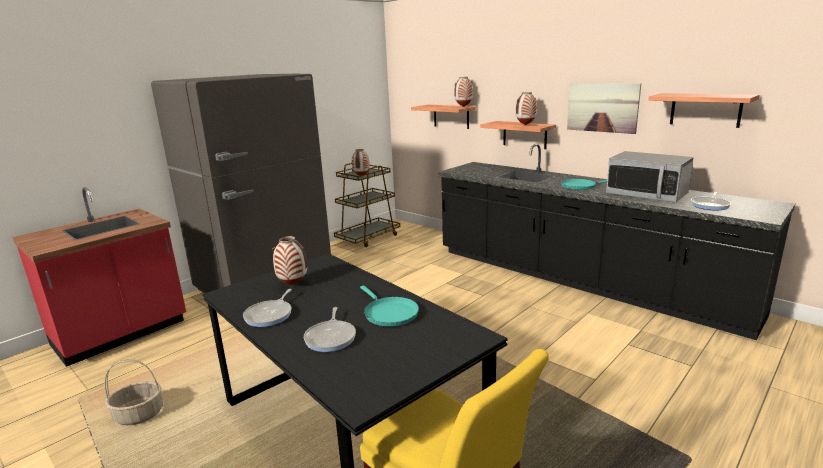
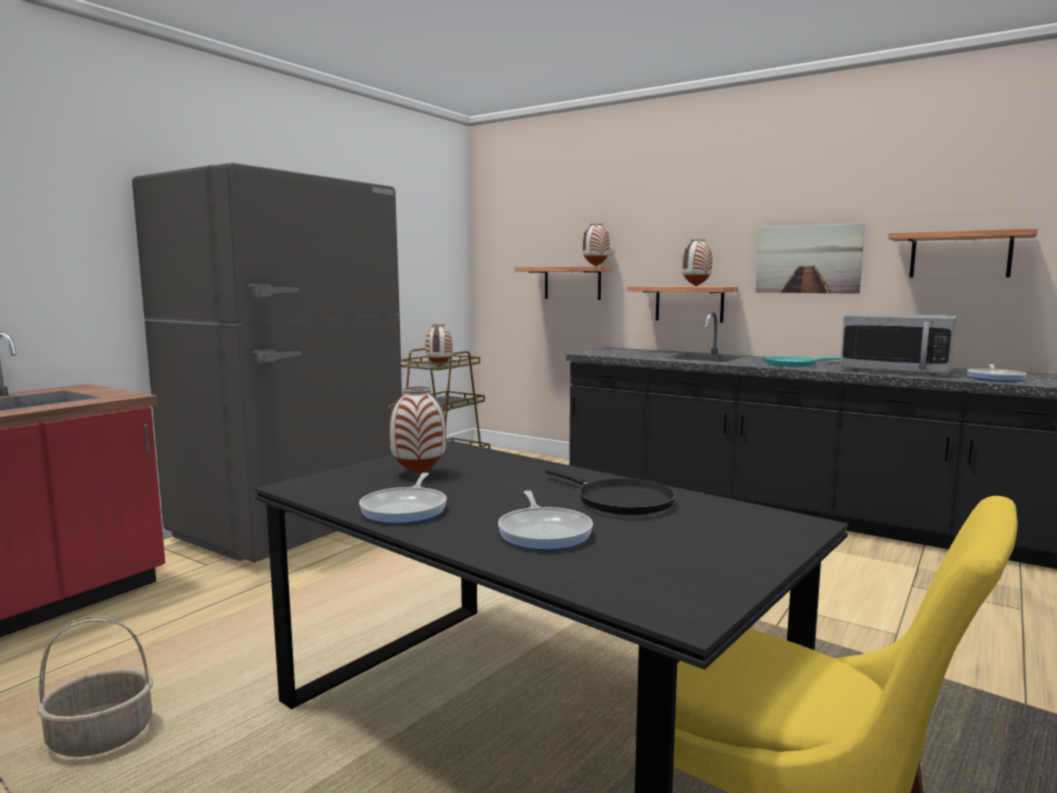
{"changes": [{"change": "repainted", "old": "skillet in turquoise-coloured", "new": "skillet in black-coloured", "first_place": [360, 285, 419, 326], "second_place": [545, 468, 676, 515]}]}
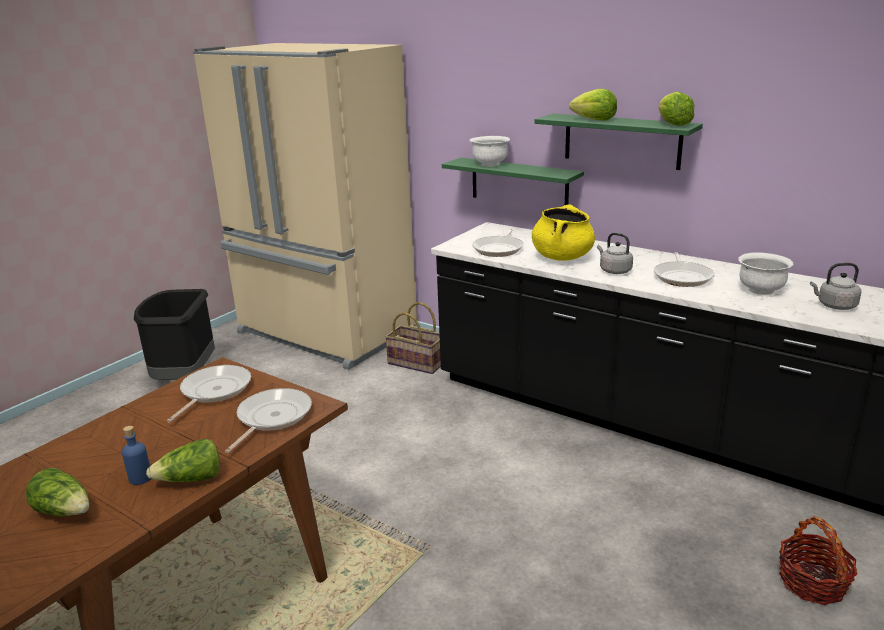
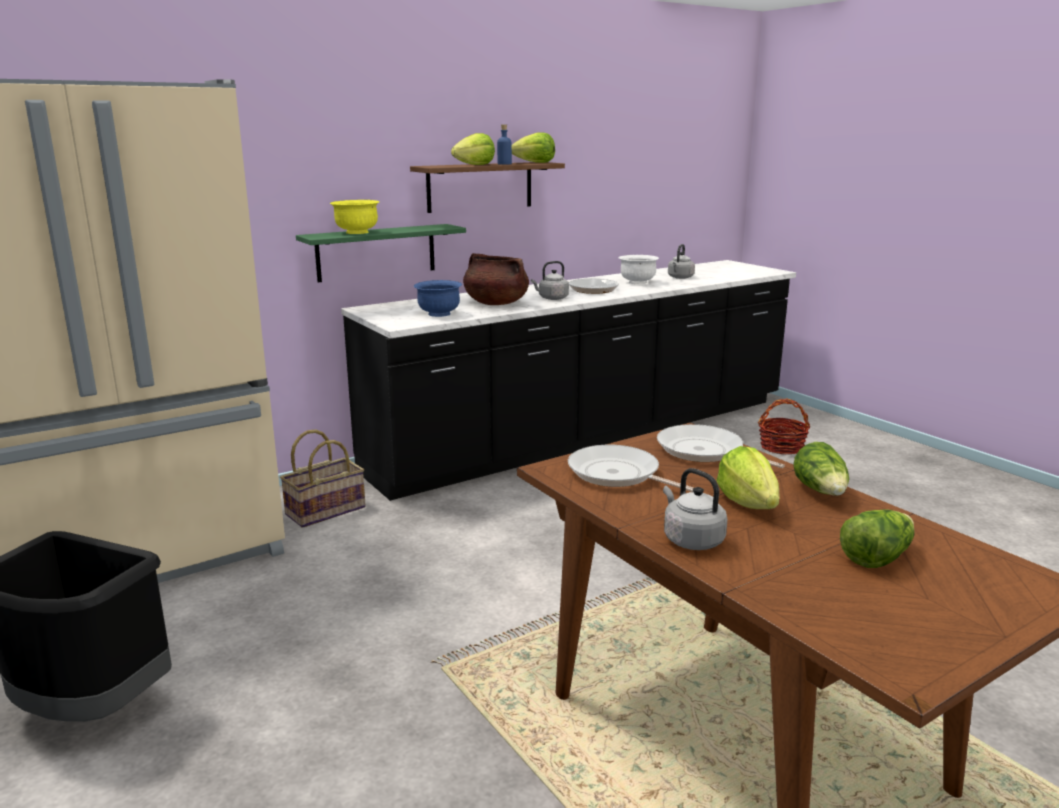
{"changes": [{"change": "new", "new": "kettle in greyish", "second_place": [663, 468, 727, 550]}, {"change": "new", "new": "lettuce head", "second_place": [716, 446, 780, 509]}, {"change": "shifted", "old": "drink bottle in blue-coloured", "first_place": [122, 426, 150, 485], "second_place": [497, 124, 512, 165]}, {"change": "swapped", "old": "skillet", "new": "serving bowl in blue-coloured", "first_place": [472, 229, 524, 257], "second_place": [414, 280, 462, 317]}, {"change": "repainted", "old": "serving bowl in white-coloured", "new": "serving bowl in yellow", "first_place": [469, 136, 510, 167], "second_place": [330, 200, 379, 234]}, {"change": "repainted", "old": "cooking pot in yellow", "new": "cooking pot in brown", "first_place": [532, 204, 595, 261], "second_place": [463, 253, 529, 305]}, {"change": "repainted", "old": "bracket shelf in greenish", "new": "bracket shelf in brown", "first_place": [534, 113, 703, 170], "second_place": [410, 162, 565, 213]}]}
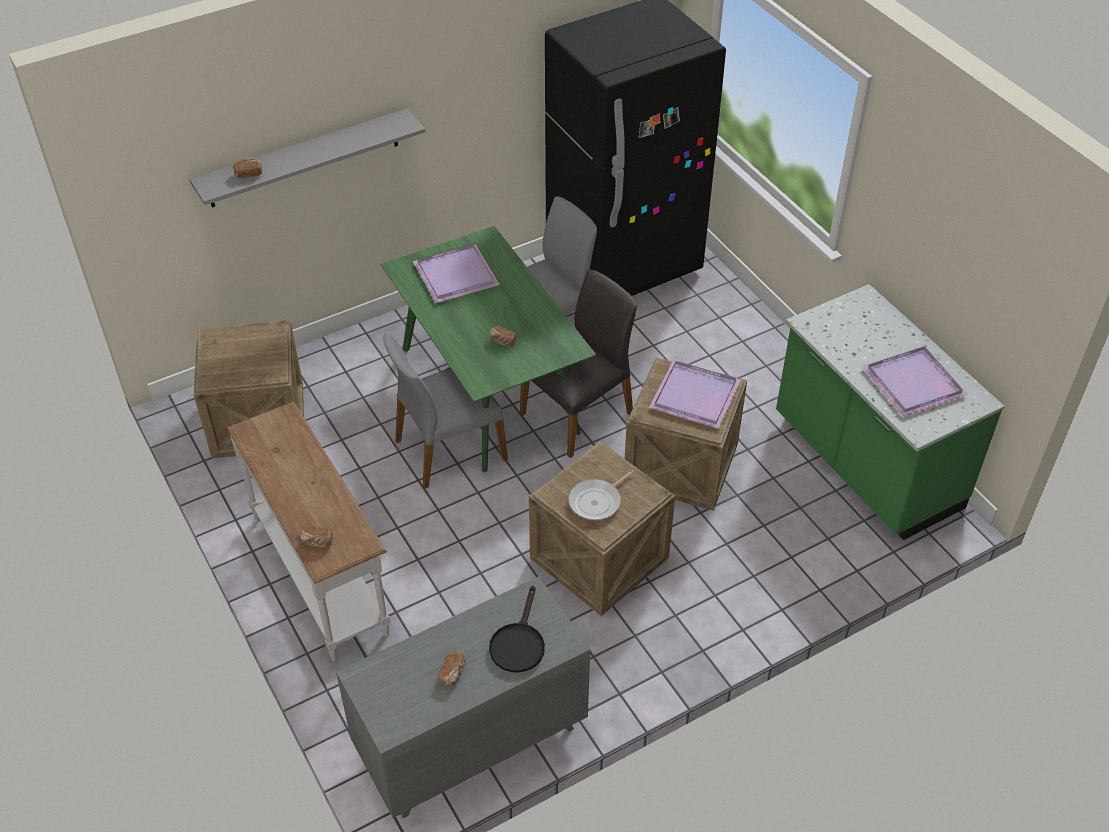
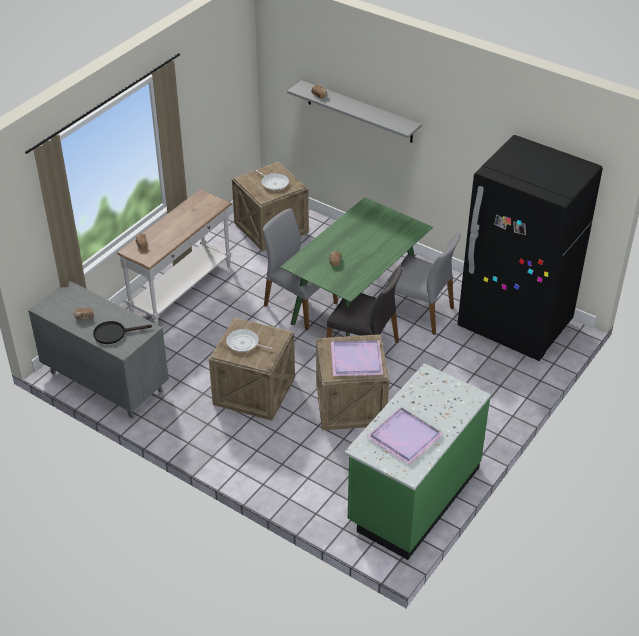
{"changes": [{"change": "gone", "old": "carrying tray in purple", "first_place": [413, 244, 500, 303]}, {"change": "new", "new": "skillet", "second_place": [254, 170, 289, 191]}]}
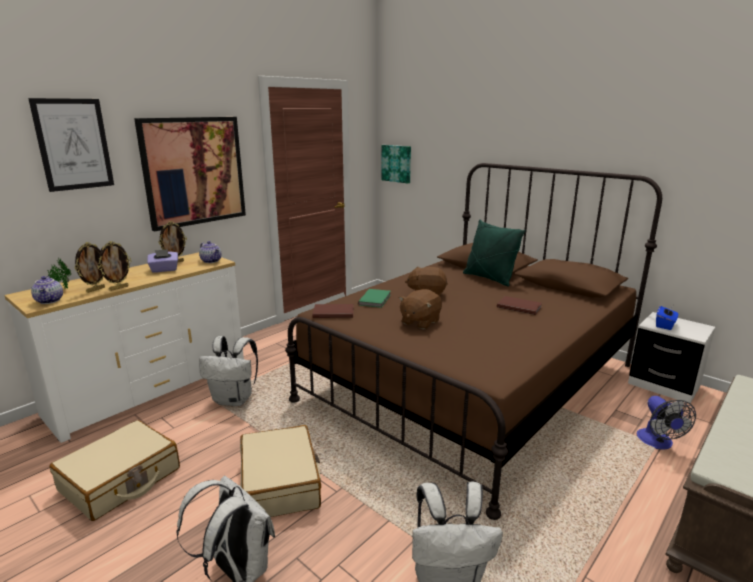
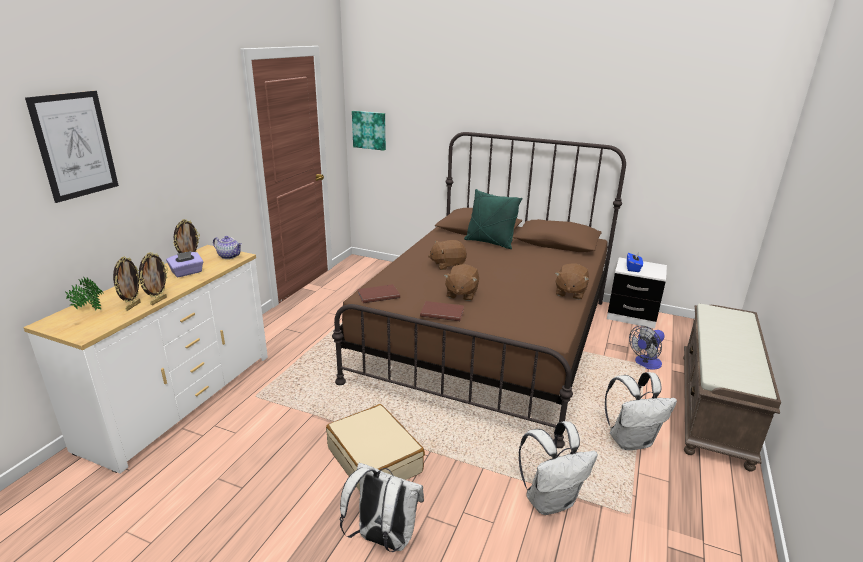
{"changes": [{"change": "gone", "old": "teapot", "first_place": [31, 276, 63, 304]}, {"change": "gone", "old": "suitcase in beige-coloured", "first_place": [49, 420, 180, 521]}, {"change": "gone", "old": "picture", "first_place": [134, 117, 246, 231]}, {"change": "gone", "old": "bound book in greenish", "first_place": [358, 289, 391, 308]}, {"change": "new", "new": "cuddly toy in brown", "second_place": [555, 263, 589, 300]}, {"change": "shifted", "old": "rucksack in white-coloured", "first_place": [199, 336, 258, 406], "second_place": [605, 372, 677, 450]}, {"change": "shifted", "old": "bound book in brown", "first_place": [497, 296, 542, 315], "second_place": [420, 301, 464, 321]}, {"change": "rotated", "old": "fan", "first_place": [637, 396, 696, 450], "second_place": [629, 326, 665, 370], "degrees": 75}]}
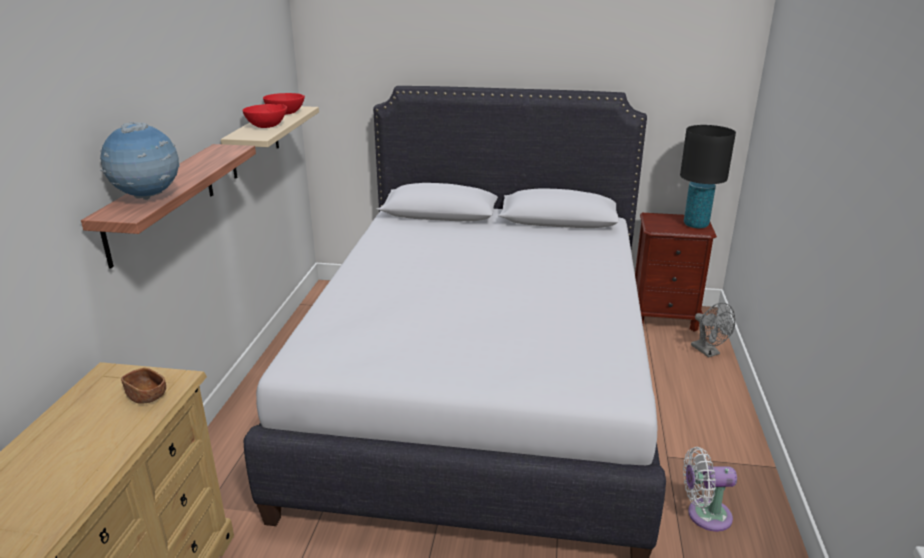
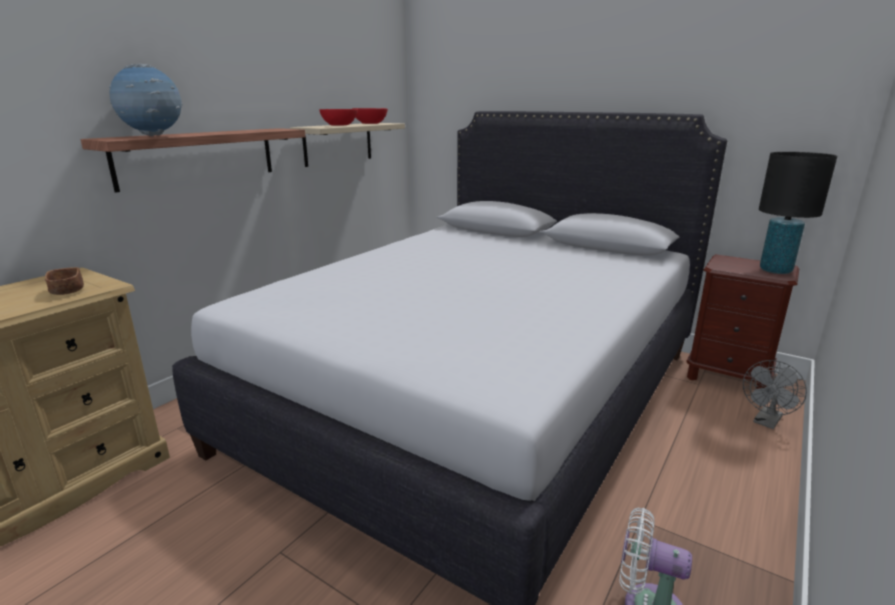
{"changes": [{"change": "rotated", "old": "fan in greyish", "first_place": [691, 303, 735, 357], "second_place": [743, 360, 807, 429], "degrees": 45}]}
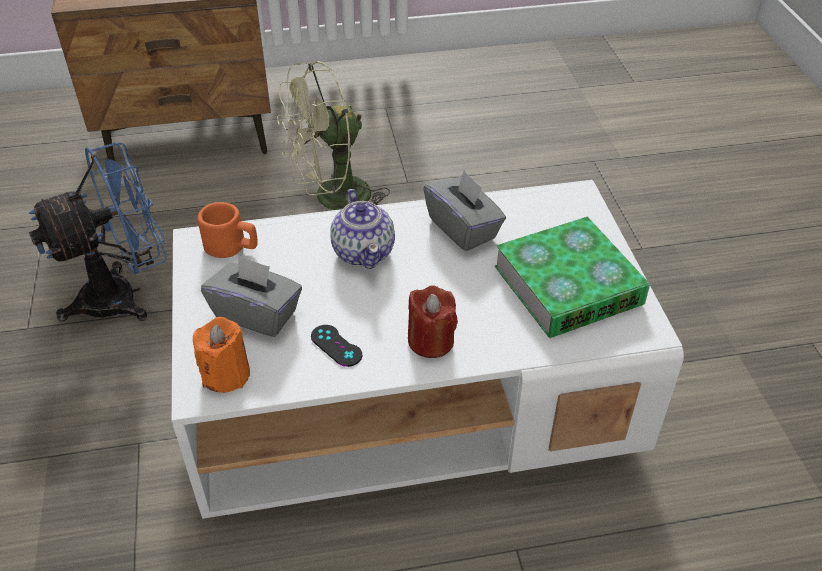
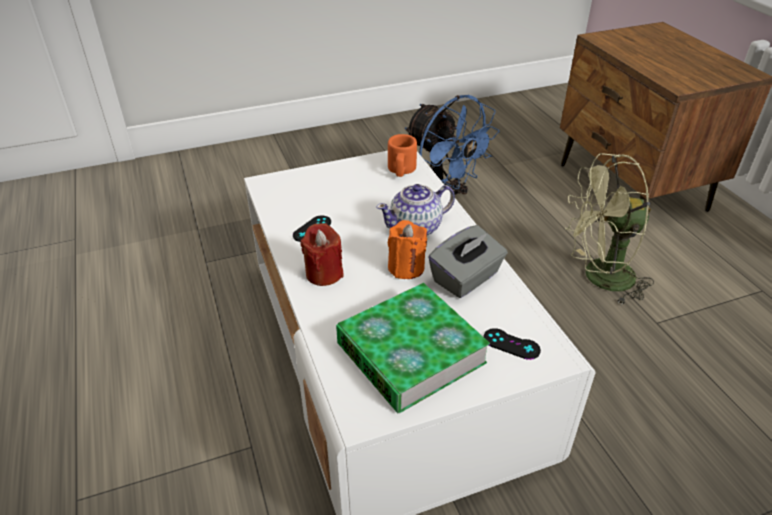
{"changes": [{"change": "gone", "old": "tissue holder in greyish", "first_place": [201, 255, 302, 337]}, {"change": "new", "new": "game controller in black-coloured", "second_place": [483, 328, 541, 360]}, {"change": "shifted", "old": "wax candle in orangey", "first_place": [193, 317, 250, 393], "second_place": [388, 220, 427, 279]}, {"change": "rotated", "old": "fan in greenish", "first_place": [277, 61, 390, 210], "second_place": [565, 153, 654, 305], "degrees": -60}]}
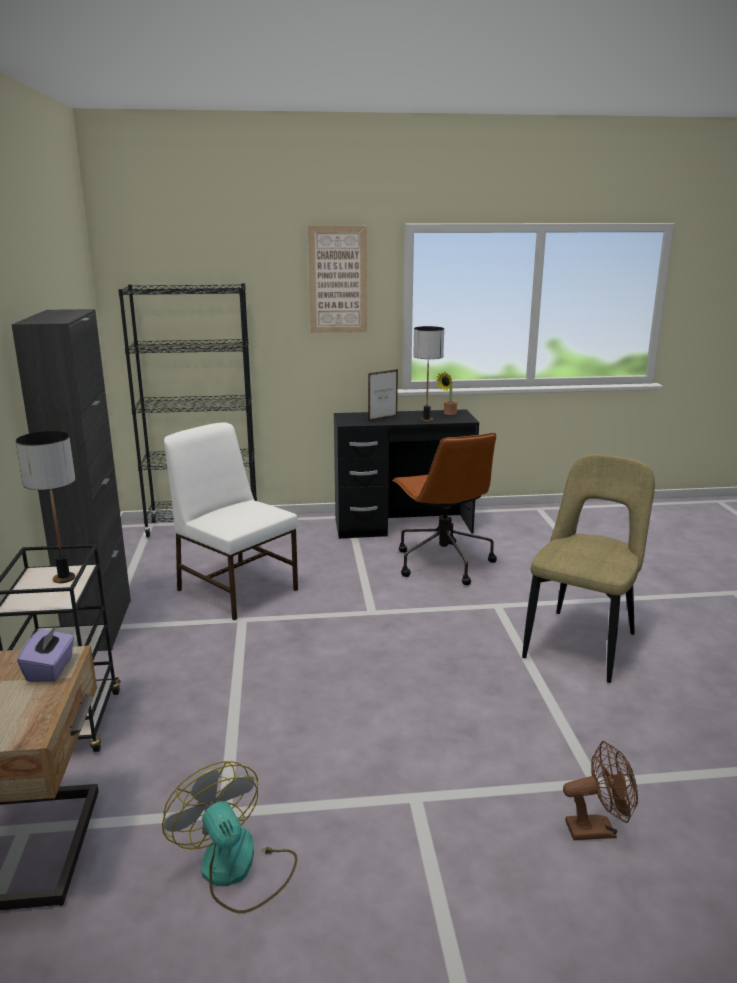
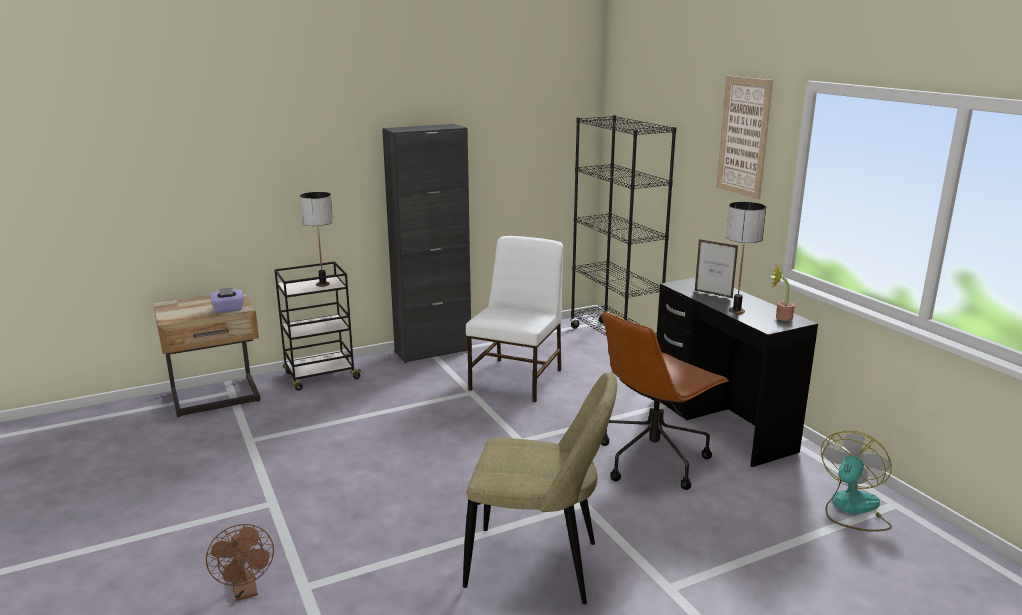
{"changes": [{"change": "shifted", "old": "fan", "first_place": [162, 761, 297, 913], "second_place": [821, 431, 892, 532]}]}
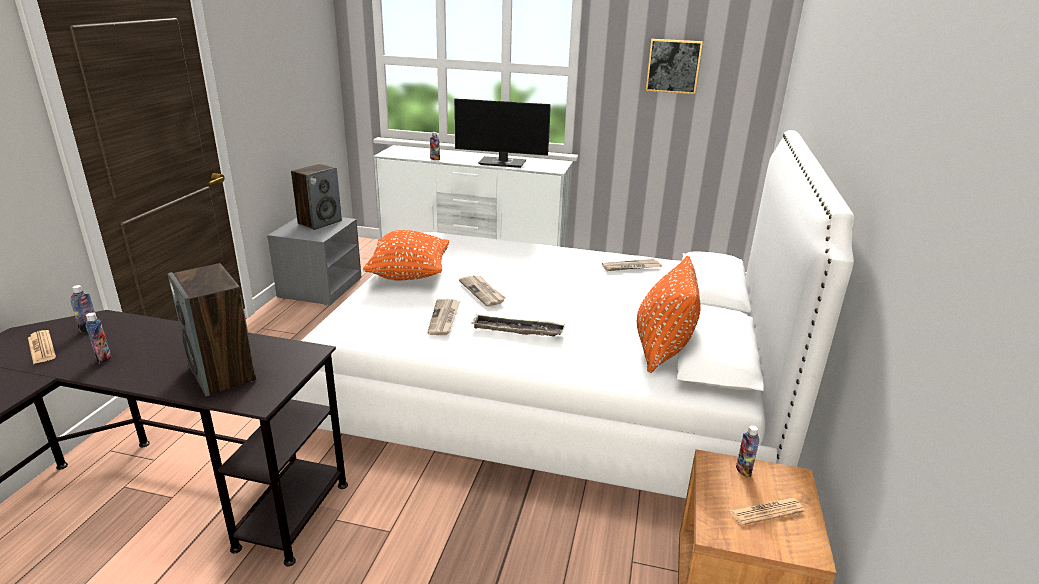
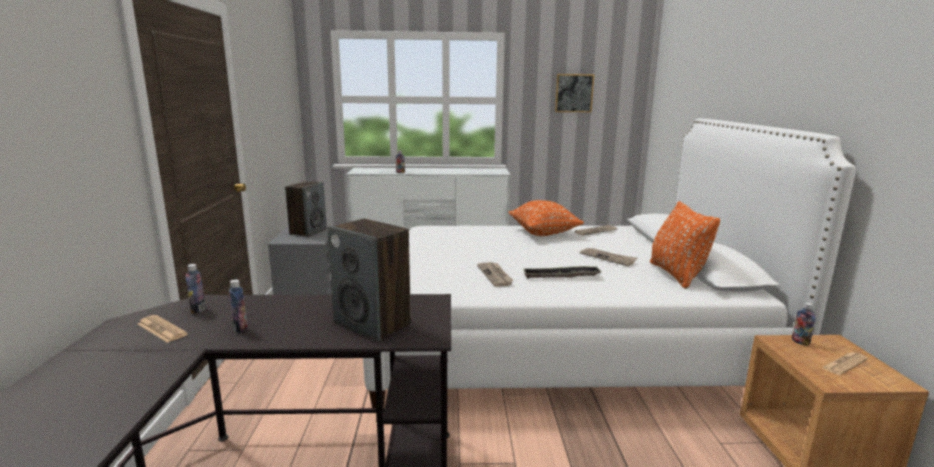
{"changes": [{"change": "gone", "old": "computer screen", "first_place": [454, 98, 551, 168]}, {"change": "shifted", "old": "pillow in orangey", "first_place": [363, 230, 449, 280], "second_place": [508, 200, 584, 236]}, {"change": "shifted", "old": "printed paper", "first_place": [459, 275, 506, 306], "second_place": [580, 248, 638, 266]}]}
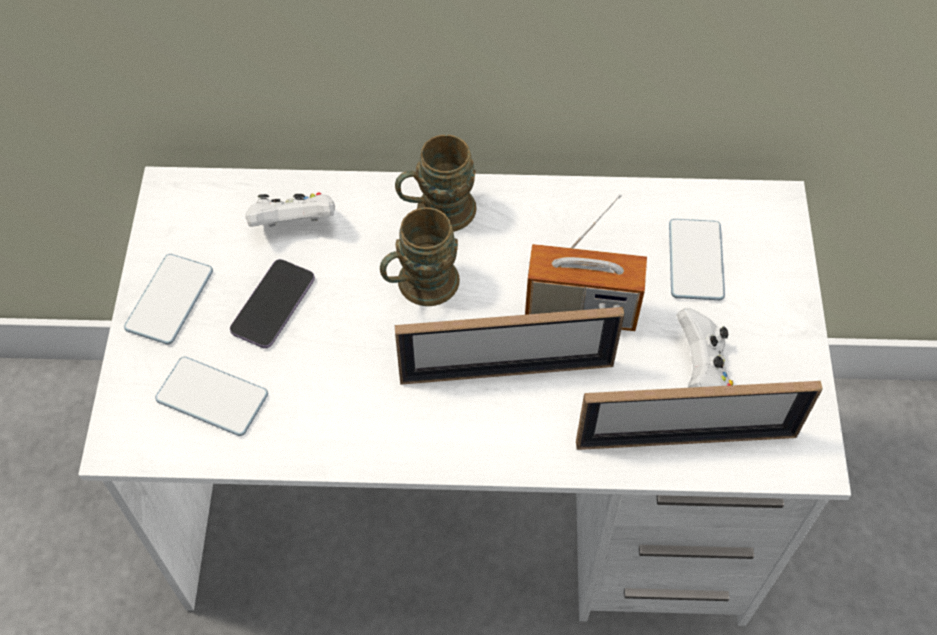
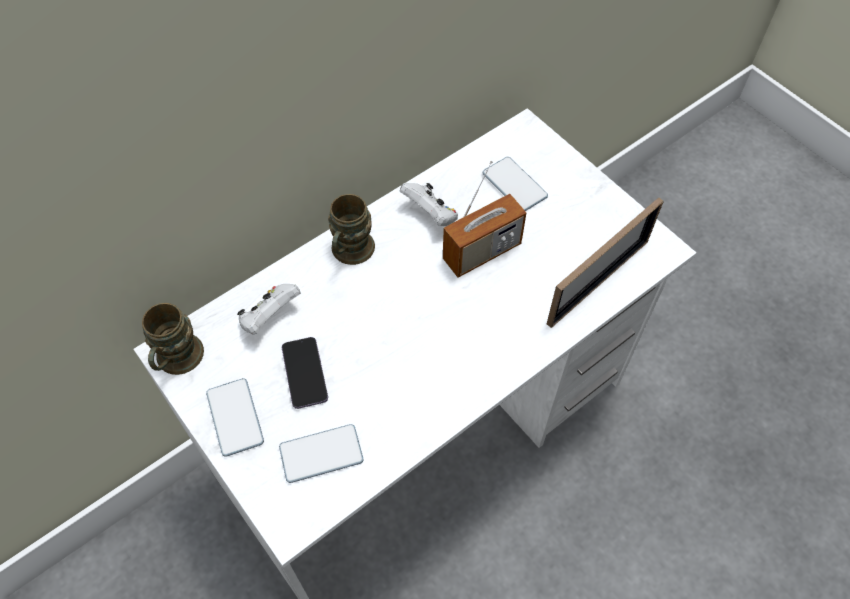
{"changes": [{"change": "gone", "old": "picture frame", "first_place": [395, 307, 624, 385]}, {"change": "shifted", "old": "coffee mug in brown", "first_place": [380, 207, 460, 306], "second_place": [142, 303, 204, 375]}, {"change": "shifted", "old": "game controller in white-coloured", "first_place": [676, 308, 733, 388], "second_place": [400, 183, 458, 226]}]}
